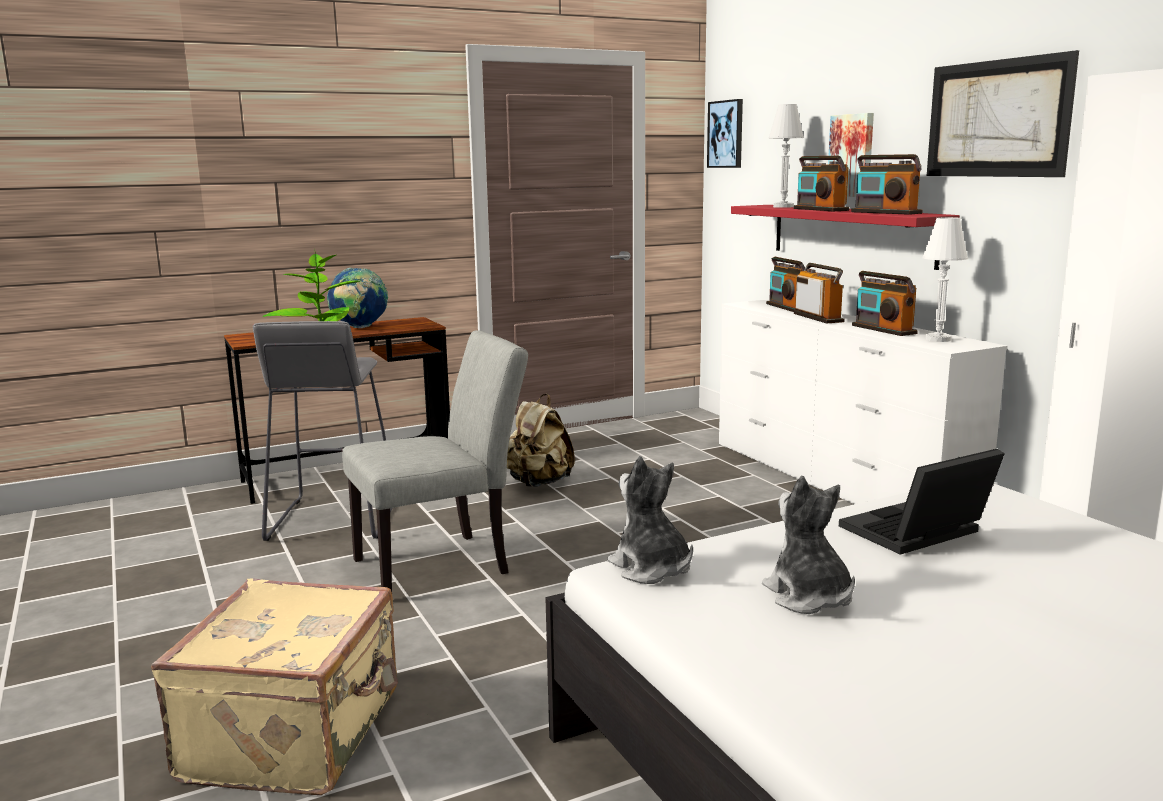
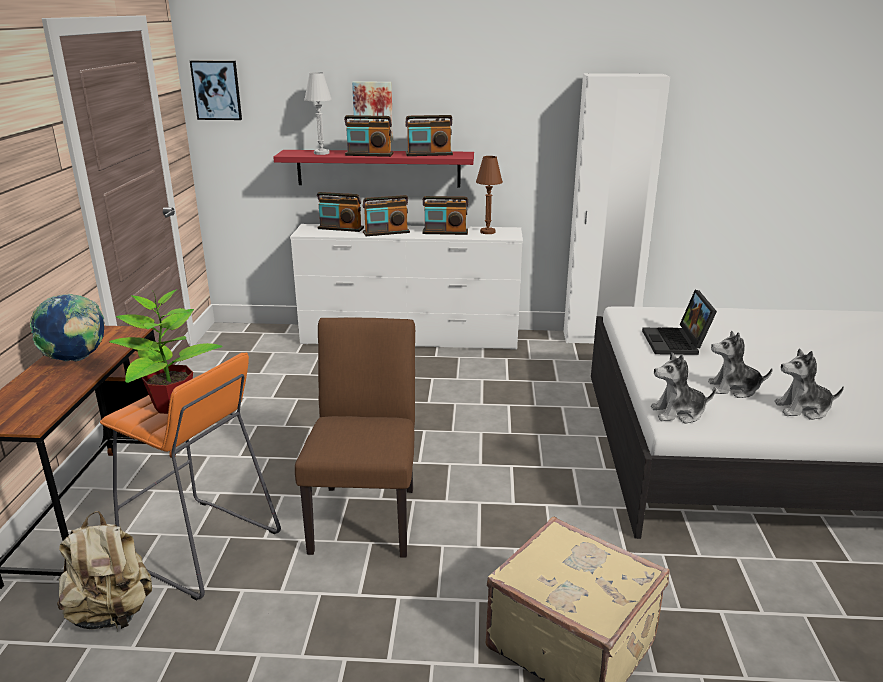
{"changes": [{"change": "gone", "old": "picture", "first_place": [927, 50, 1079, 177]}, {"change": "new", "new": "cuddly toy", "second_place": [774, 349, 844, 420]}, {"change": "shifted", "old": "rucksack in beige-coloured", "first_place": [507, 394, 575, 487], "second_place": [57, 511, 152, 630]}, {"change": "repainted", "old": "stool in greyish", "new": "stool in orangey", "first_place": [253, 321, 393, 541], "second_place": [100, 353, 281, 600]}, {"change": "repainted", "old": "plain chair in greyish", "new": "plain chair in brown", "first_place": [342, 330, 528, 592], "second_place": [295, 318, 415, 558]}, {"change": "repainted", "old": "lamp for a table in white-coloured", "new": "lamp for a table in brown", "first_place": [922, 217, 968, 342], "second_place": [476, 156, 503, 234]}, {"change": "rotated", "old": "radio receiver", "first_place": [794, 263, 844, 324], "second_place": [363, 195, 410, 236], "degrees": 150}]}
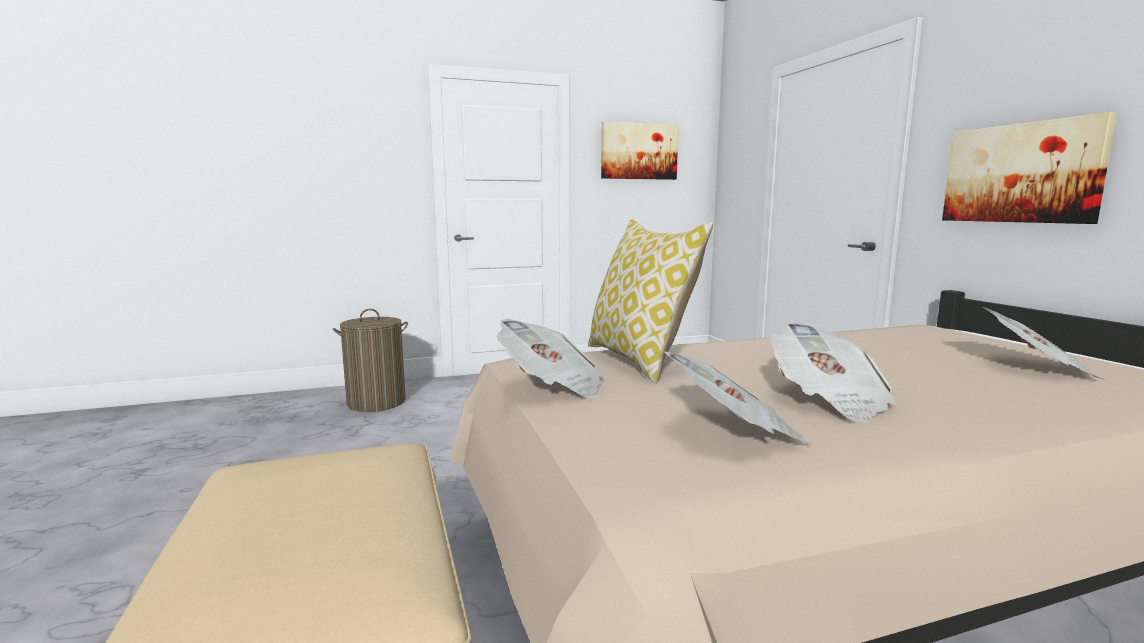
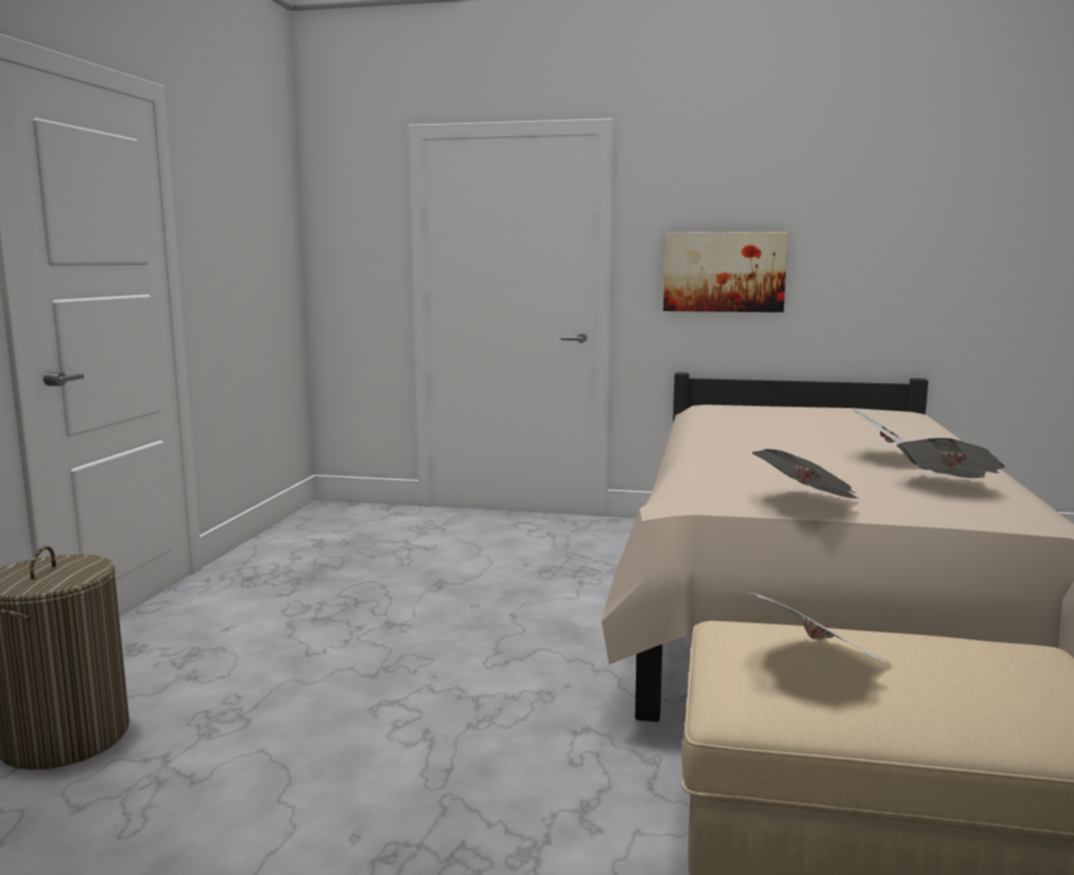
{"changes": [{"change": "gone", "old": "pillow", "first_place": [588, 219, 713, 383]}, {"change": "gone", "old": "picture", "first_place": [601, 121, 679, 180]}, {"change": "shifted", "old": "printed paper", "first_place": [983, 307, 1103, 379], "second_place": [751, 593, 891, 661]}]}
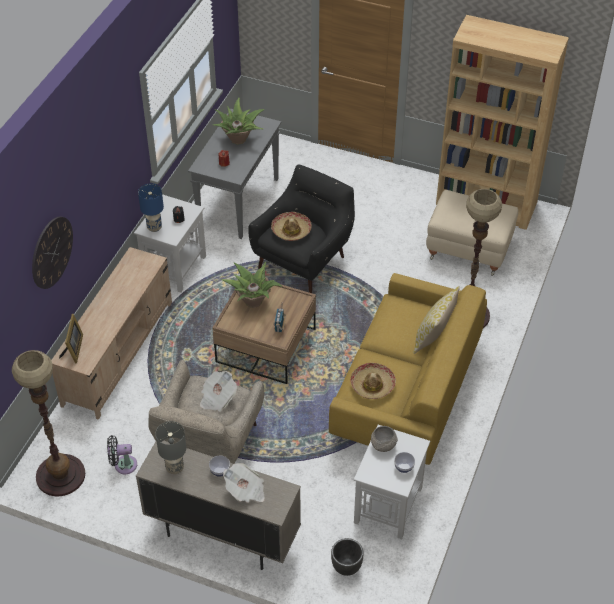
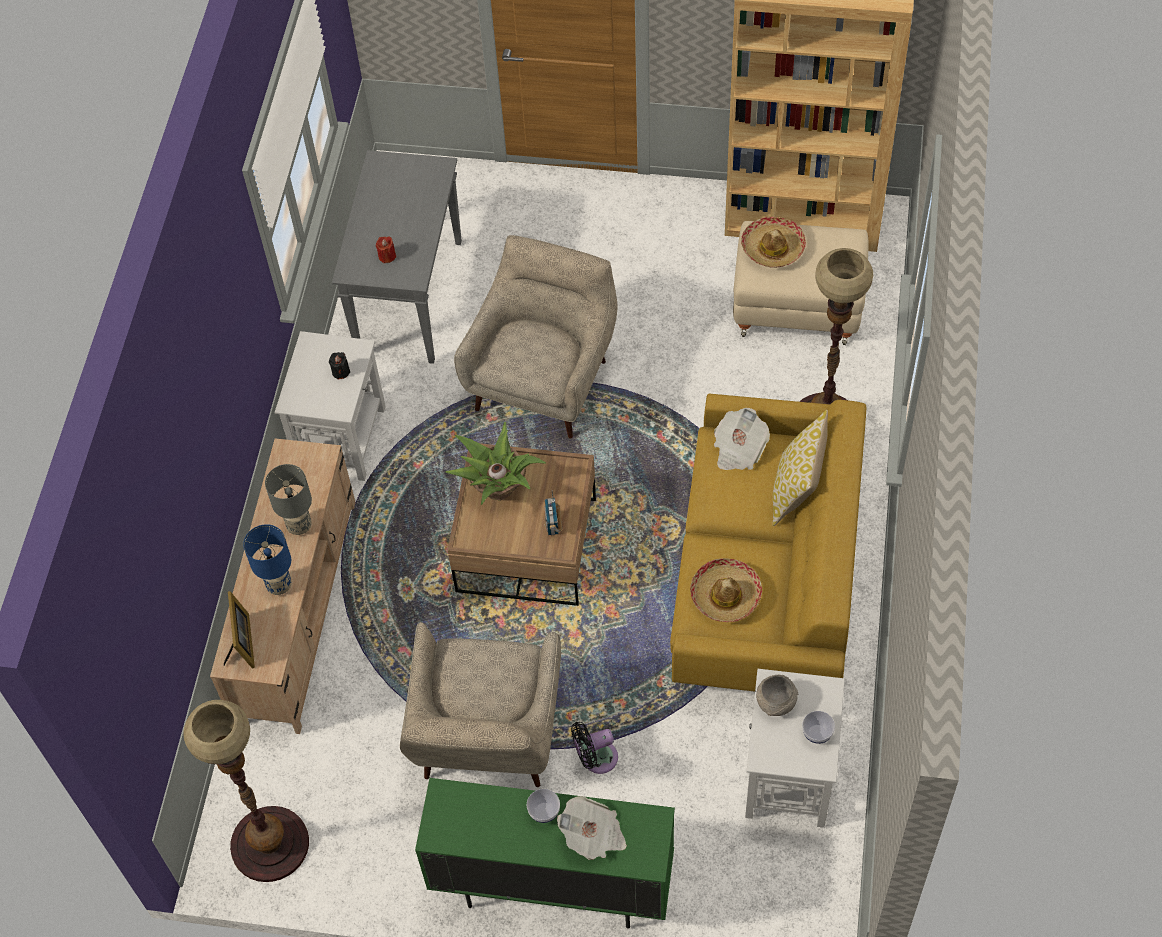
{"changes": [{"change": "gone", "old": "hanging clock", "first_place": [32, 216, 73, 289]}, {"change": "gone", "old": "plant in a pot", "first_place": [214, 98, 264, 145]}, {"change": "gone", "old": "flower pot in black-coloured", "first_place": [331, 538, 364, 576]}, {"change": "shifted", "old": "fan in black-coloured", "first_place": [107, 435, 137, 474], "second_place": [571, 722, 618, 774]}, {"change": "shifted", "old": "lamp for a table in blue-coloured", "first_place": [138, 183, 164, 232], "second_place": [243, 524, 292, 595]}, {"change": "shifted", "old": "lamp for a table in greyish", "first_place": [155, 421, 186, 474], "second_place": [265, 464, 312, 535]}, {"change": "shifted", "old": "printed paper", "first_place": [200, 371, 237, 412], "second_place": [714, 408, 770, 470]}, {"change": "shifted", "old": "clothing hat", "first_place": [271, 212, 312, 241], "second_place": [741, 216, 806, 268]}, {"change": "repainted", "old": "storage cabinet in beige-coloured", "new": "storage cabinet in greenish", "first_place": [136, 440, 301, 570], "second_place": [415, 778, 675, 929]}, {"change": "repainted", "old": "armchair in black-coloured", "new": "armchair in beige-coloured", "first_place": [248, 165, 355, 293], "second_place": [454, 235, 617, 438]}]}
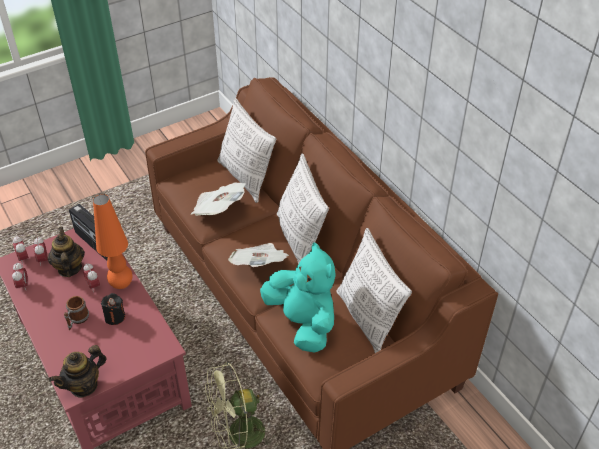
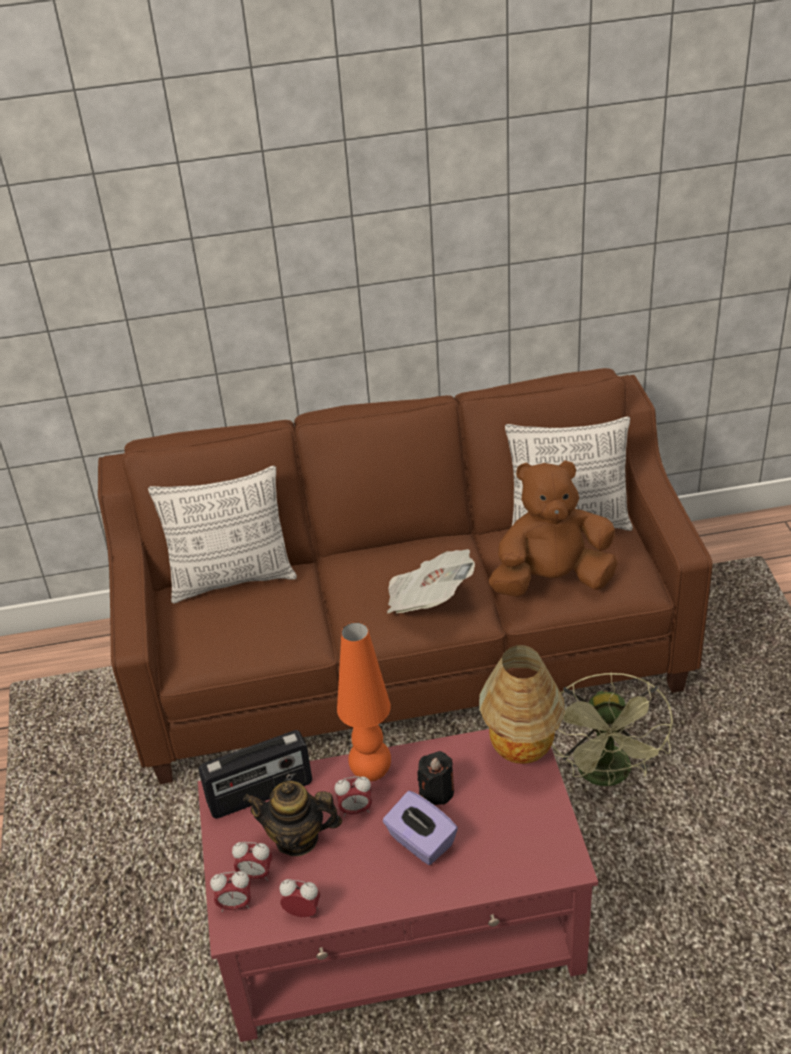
{"changes": [{"change": "gone", "old": "teapot", "first_place": [49, 345, 107, 398]}, {"change": "gone", "old": "printed paper", "first_place": [191, 182, 246, 215]}, {"change": "gone", "old": "pillow", "first_place": [277, 153, 329, 264]}, {"change": "new", "new": "lamp for a table", "second_place": [479, 645, 565, 764]}, {"change": "swapped", "old": "coffee mug", "new": "tissue holder in purple", "first_place": [64, 296, 89, 330], "second_place": [383, 791, 458, 865]}, {"change": "repainted", "old": "cuddly toy in turquoise-coloured", "new": "cuddly toy in brown", "first_place": [260, 242, 336, 353], "second_place": [489, 460, 617, 597]}]}
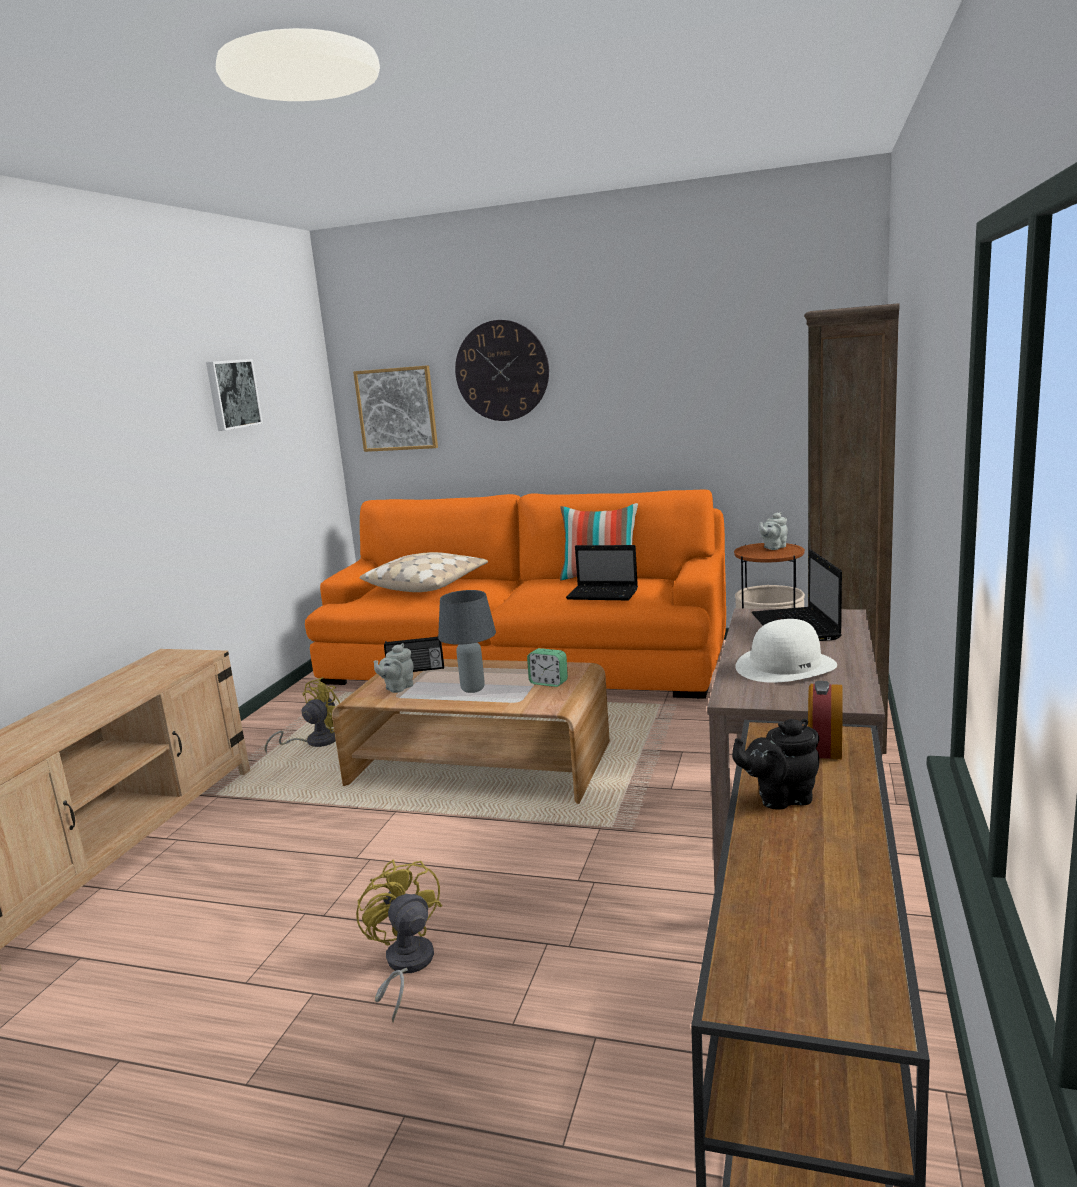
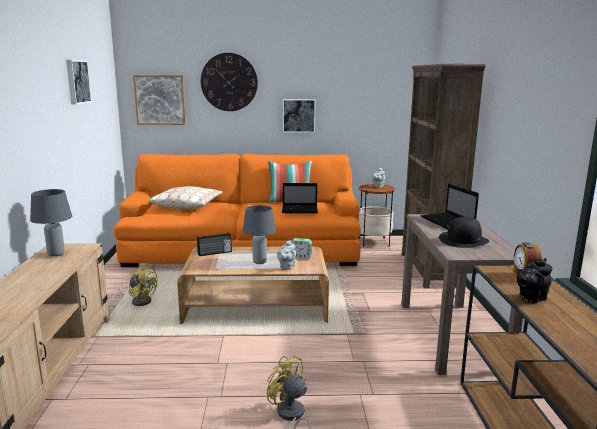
{"changes": [{"change": "new", "new": "lamp for a table in greyish", "second_place": [30, 189, 72, 257]}, {"change": "new", "new": "picture", "second_place": [283, 99, 316, 133]}, {"change": "shifted", "old": "teapot in greyish", "first_place": [374, 643, 414, 693], "second_place": [277, 240, 296, 270]}, {"change": "repainted", "old": "clothing hat in white-coloured", "new": "clothing hat in black-coloured", "first_place": [735, 619, 837, 683], "second_place": [439, 216, 489, 248]}, {"change": "rotated", "old": "fan in yellow", "first_place": [265, 677, 340, 754], "second_place": [128, 264, 157, 306], "degrees": 105}]}
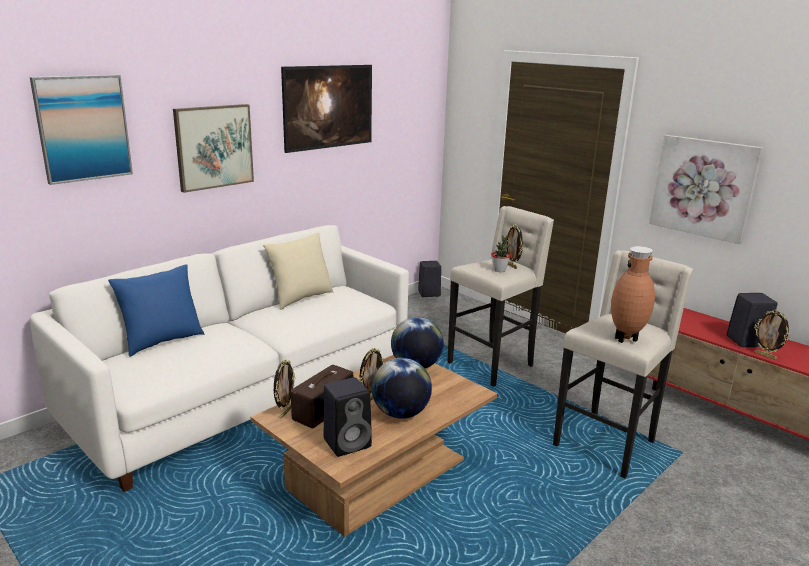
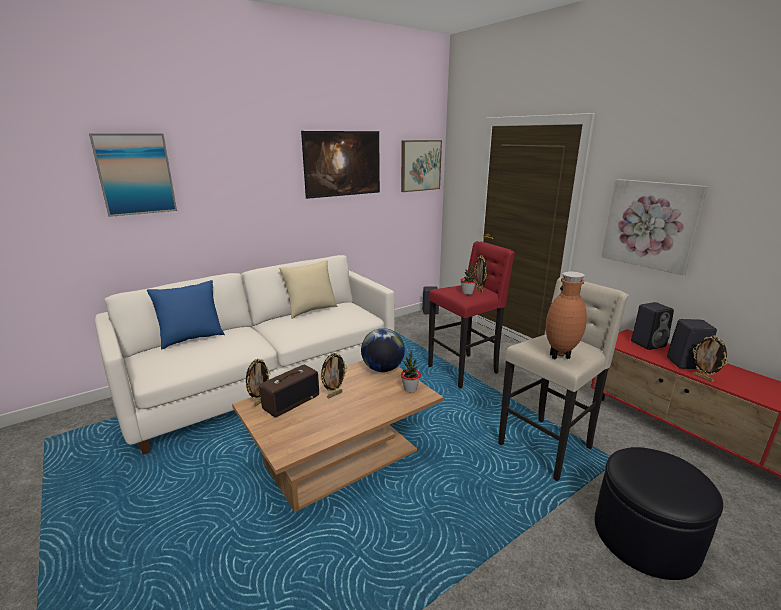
{"changes": [{"change": "gone", "old": "desk globe", "first_place": [372, 358, 432, 419]}, {"change": "new", "new": "plant in a pot", "second_place": [401, 351, 421, 393]}, {"change": "new", "new": "pouffe in black-coloured", "second_place": [595, 447, 723, 580]}, {"change": "shifted", "old": "picture", "first_place": [173, 104, 254, 193], "second_place": [401, 140, 442, 192]}, {"change": "shifted", "old": "speaker in black-coloured", "first_place": [324, 377, 372, 457], "second_place": [631, 302, 674, 350]}, {"change": "repainted", "old": "stool in beige-coloured", "new": "stool in reddish", "first_place": [447, 206, 554, 387], "second_place": [428, 241, 515, 389]}]}
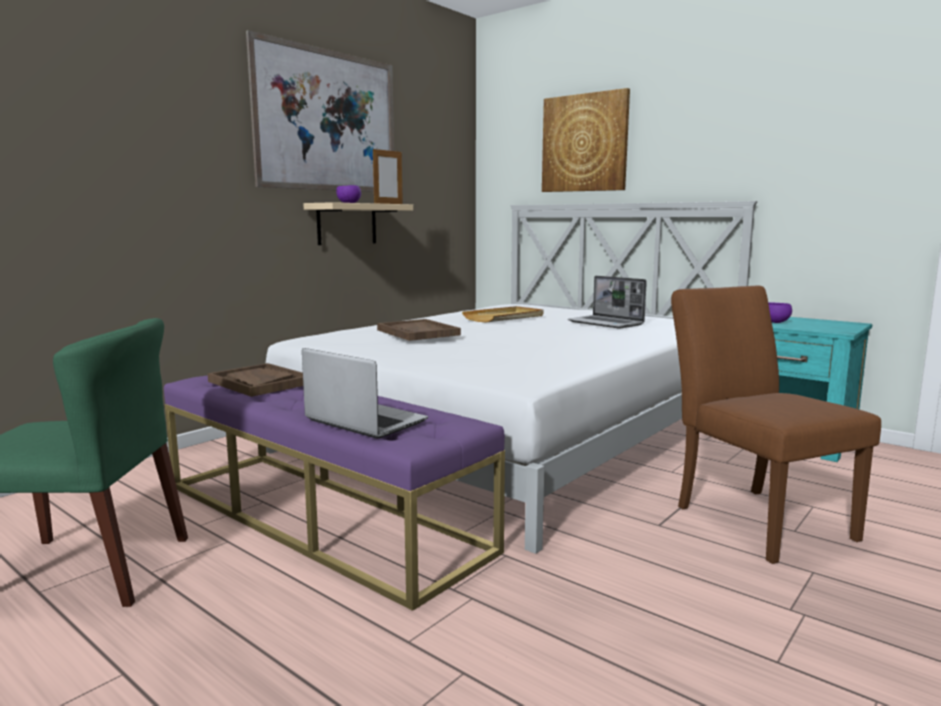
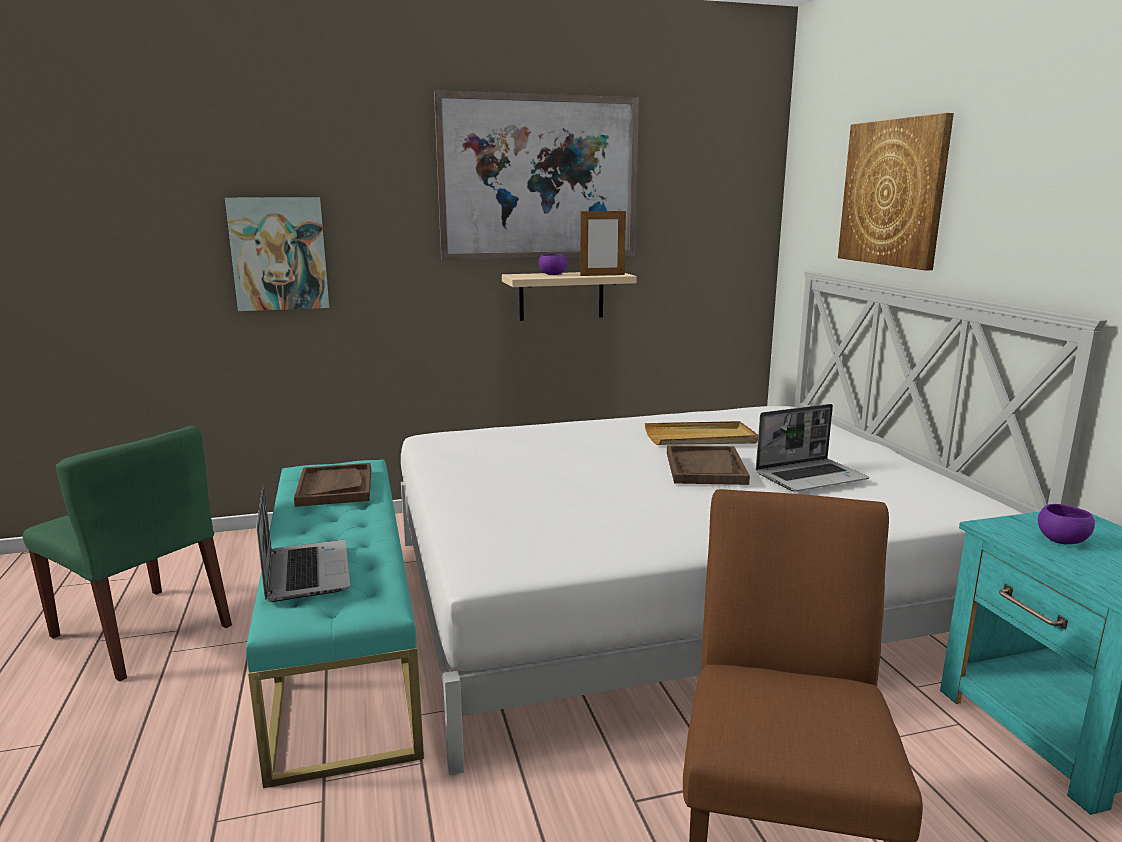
{"changes": [{"change": "new", "new": "picture", "second_place": [225, 198, 329, 311]}, {"change": "shifted", "old": "carrying tray in brown", "first_place": [377, 319, 461, 341], "second_place": [667, 445, 750, 485]}, {"change": "repainted", "old": "bench in purple", "new": "bench in turquoise-coloured", "first_place": [164, 375, 505, 611], "second_place": [246, 460, 424, 788]}, {"change": "rotated", "old": "portable computer", "first_place": [568, 276, 647, 329], "second_place": [756, 404, 869, 492], "degrees": -105}]}
